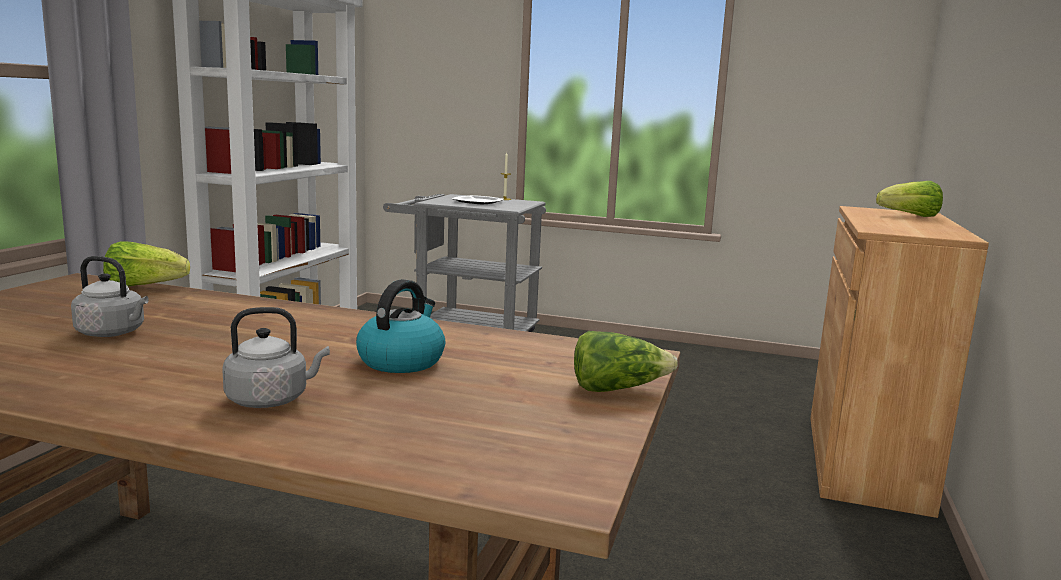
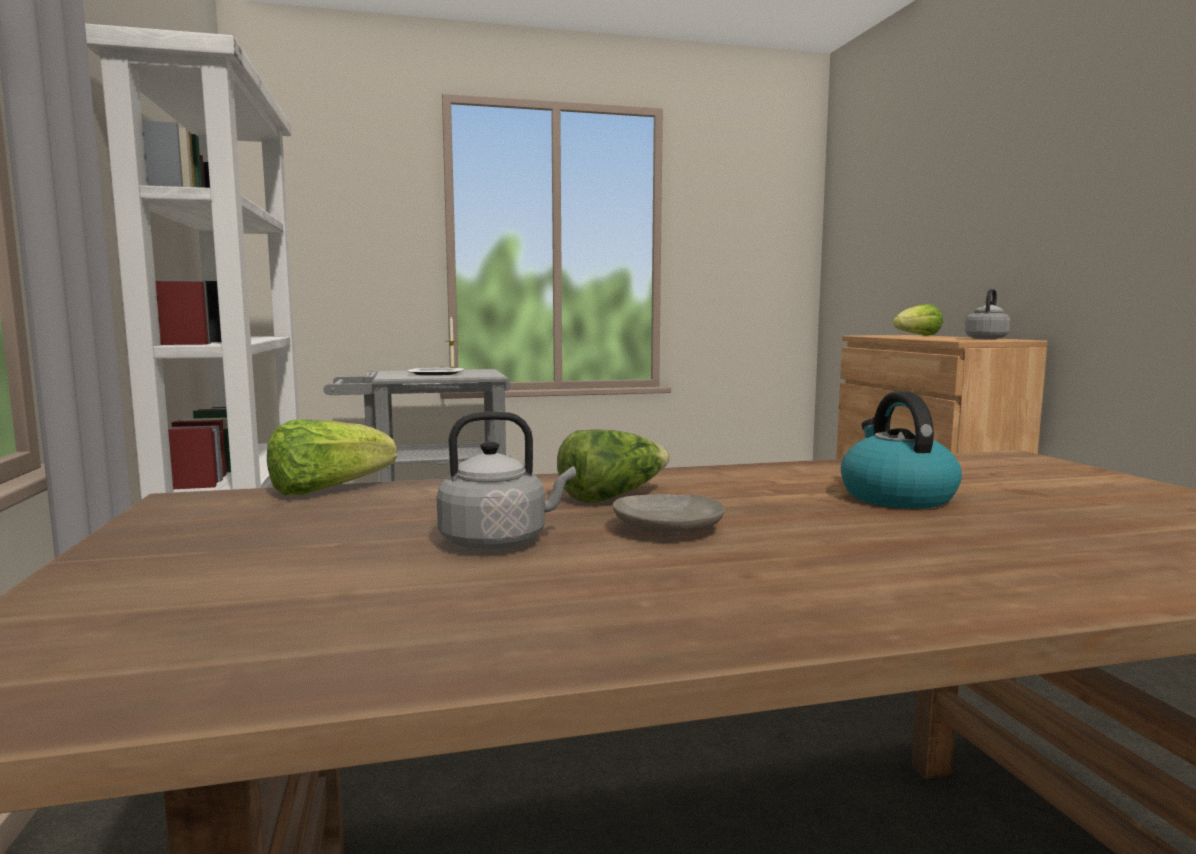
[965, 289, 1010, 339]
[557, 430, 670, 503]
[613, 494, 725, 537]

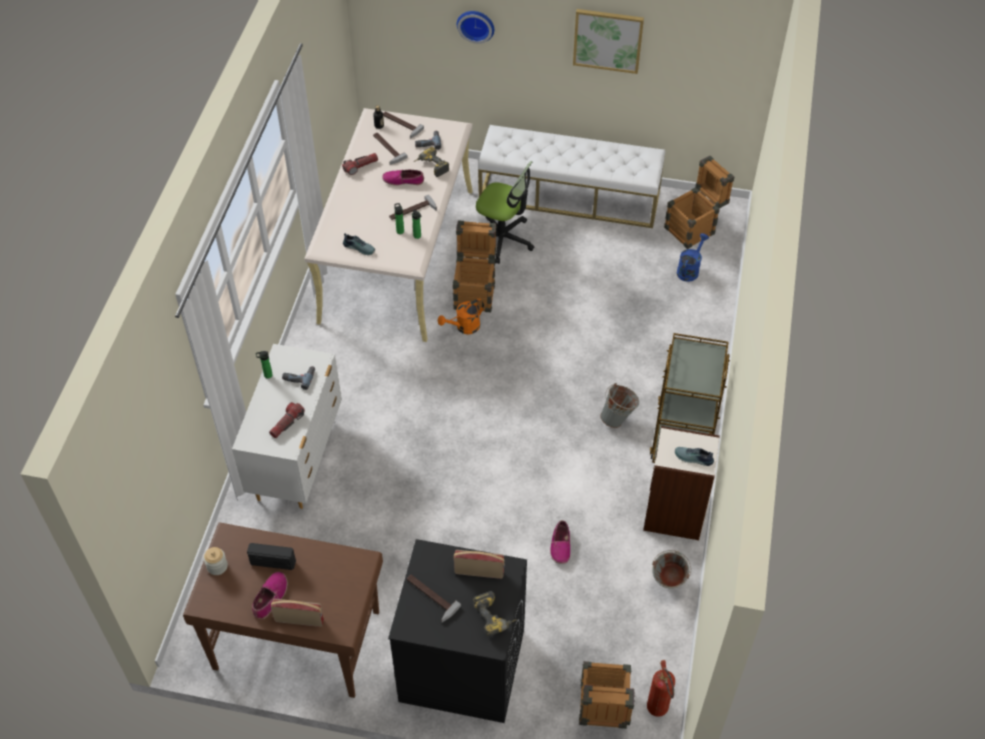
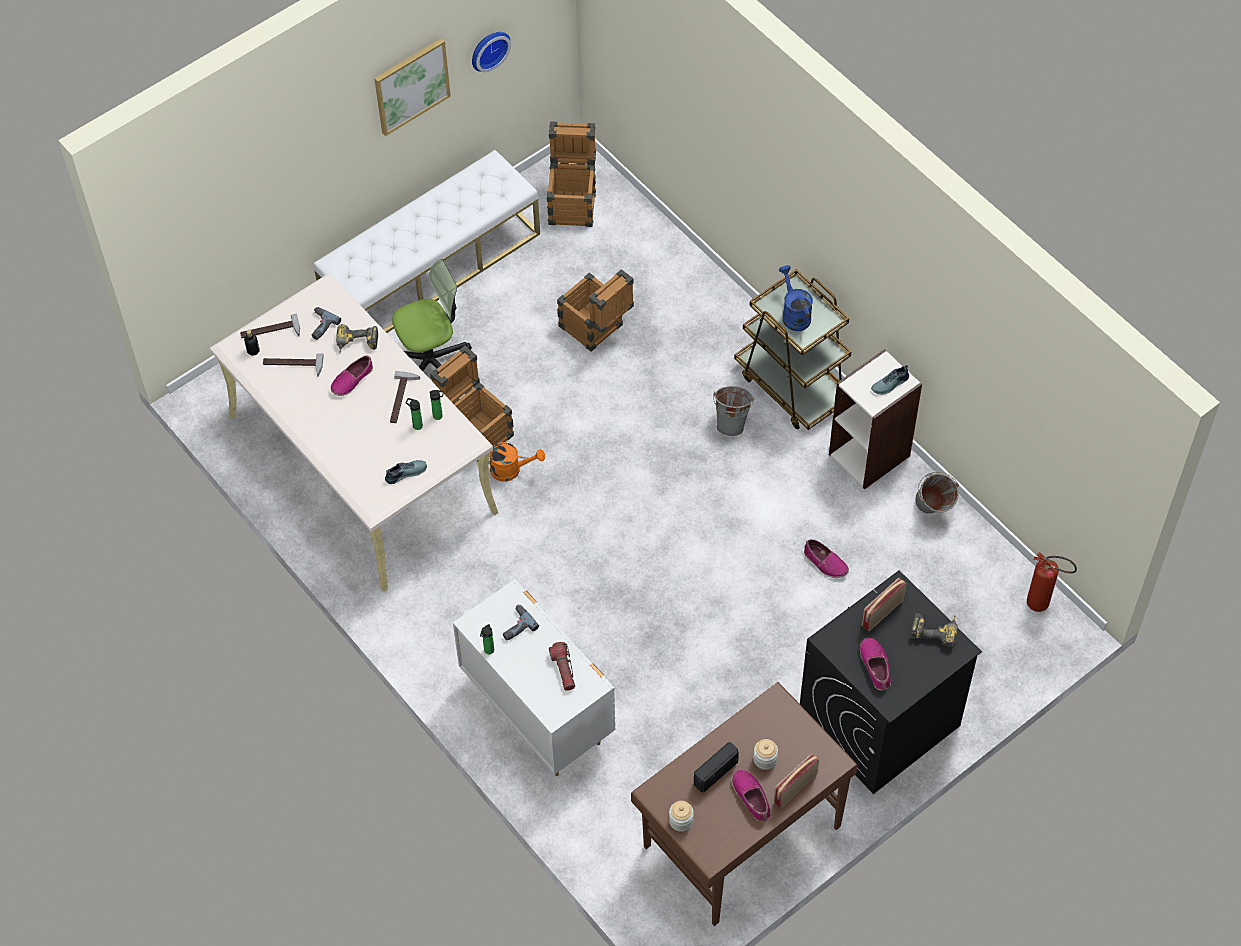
[472, 32, 511, 72]
[342, 153, 378, 175] (first image)
[779, 265, 813, 331]
[489, 442, 545, 482]
[860, 638, 891, 691]
[557, 269, 634, 352]
[753, 739, 778, 770]

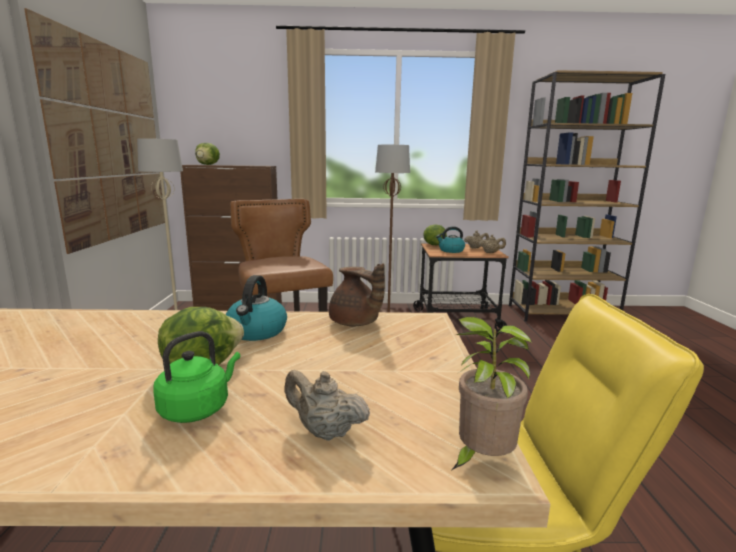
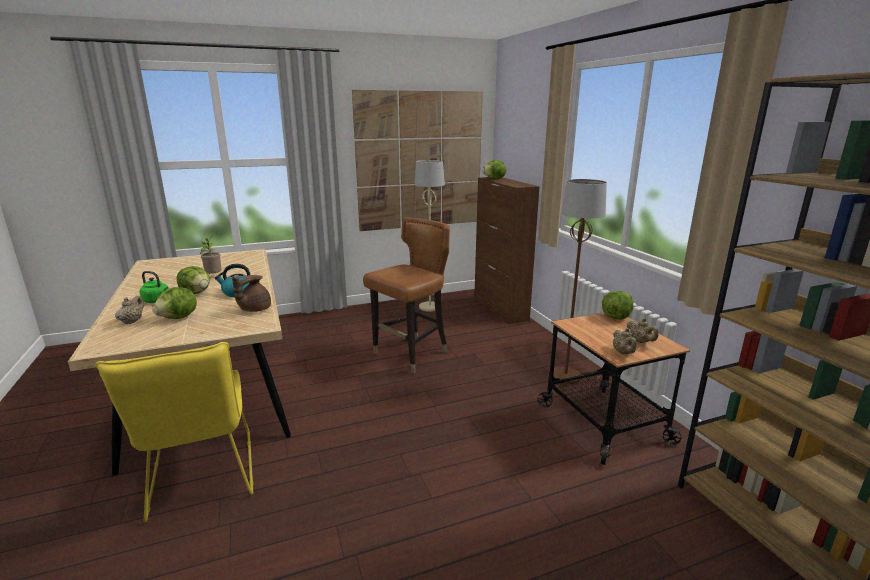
[436, 226, 465, 253] (first image)
[200, 235, 222, 275]
[152, 287, 197, 319]

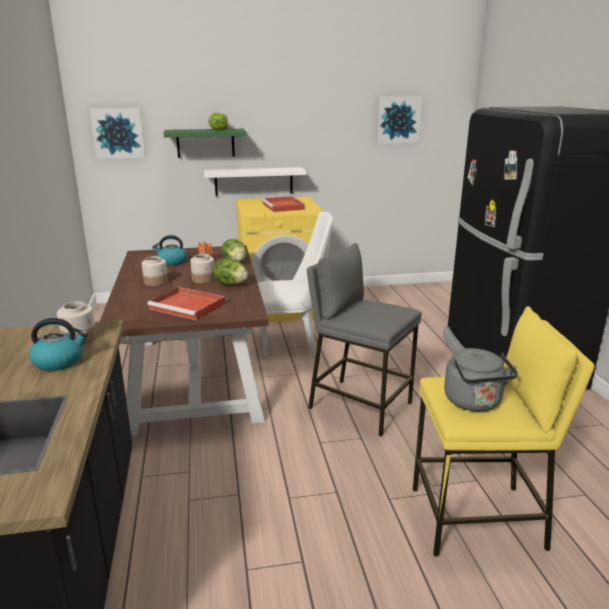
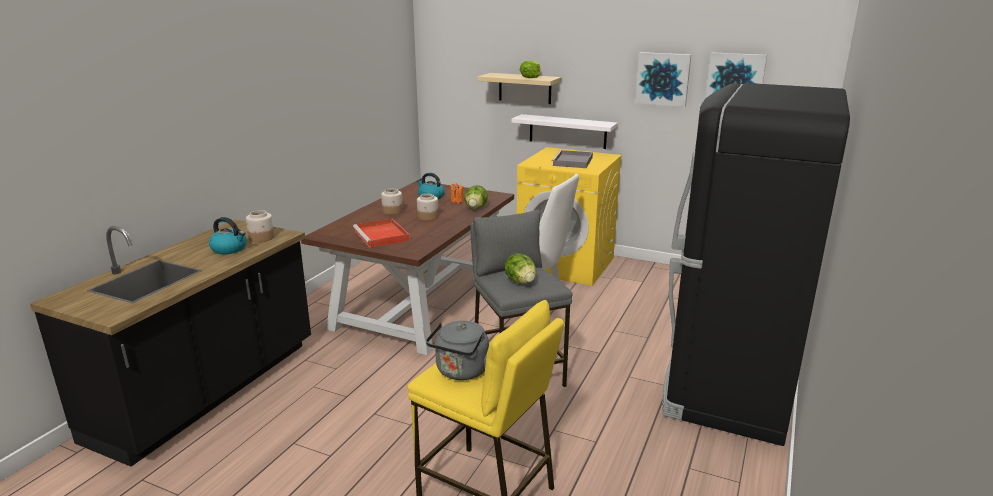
[635, 52, 691, 107]
[477, 73, 561, 104]
[551, 150, 593, 168]
[505, 253, 536, 284]

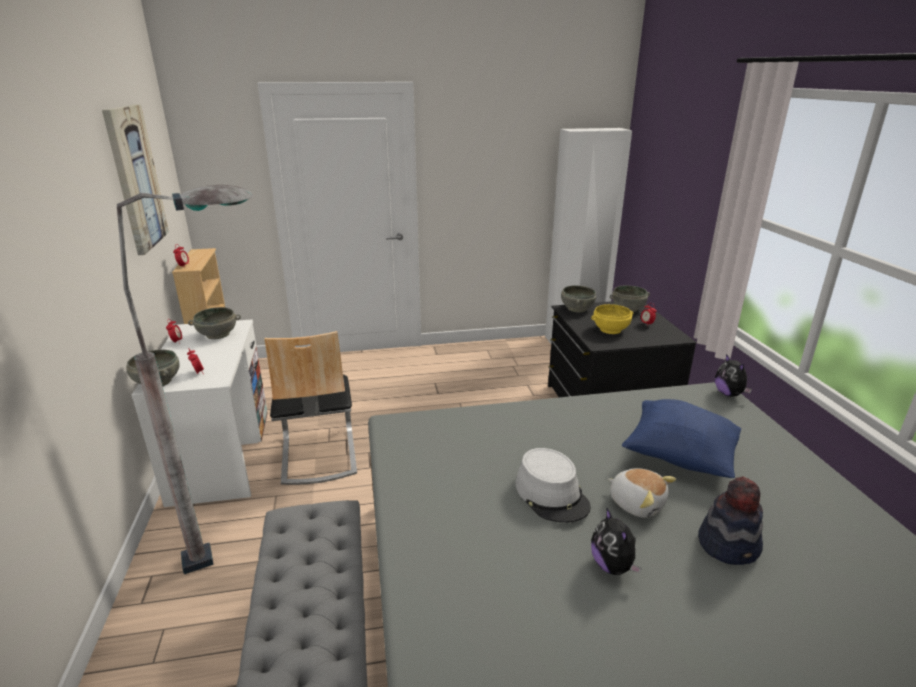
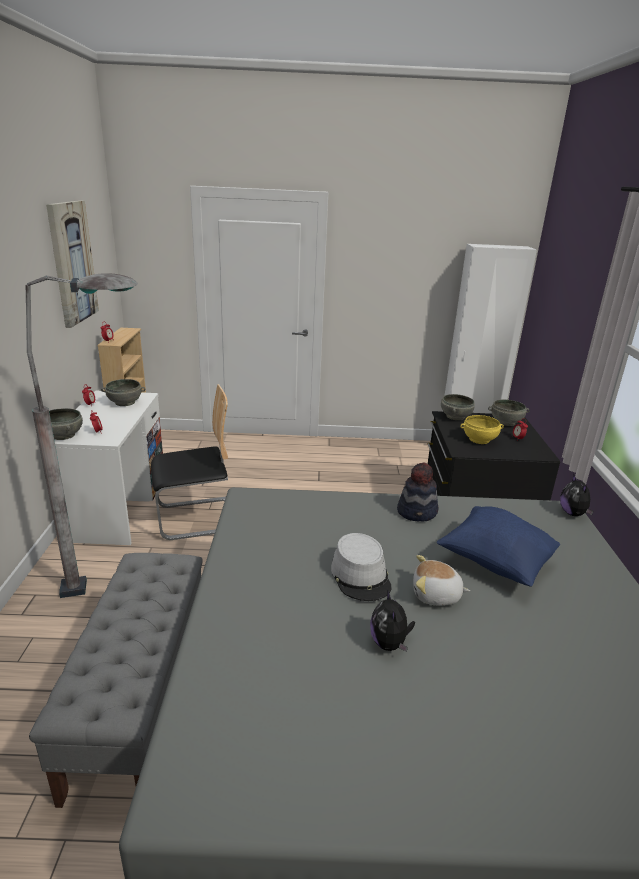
[151, 384, 228, 540]
[413, 555, 470, 606]
[397, 462, 438, 522]

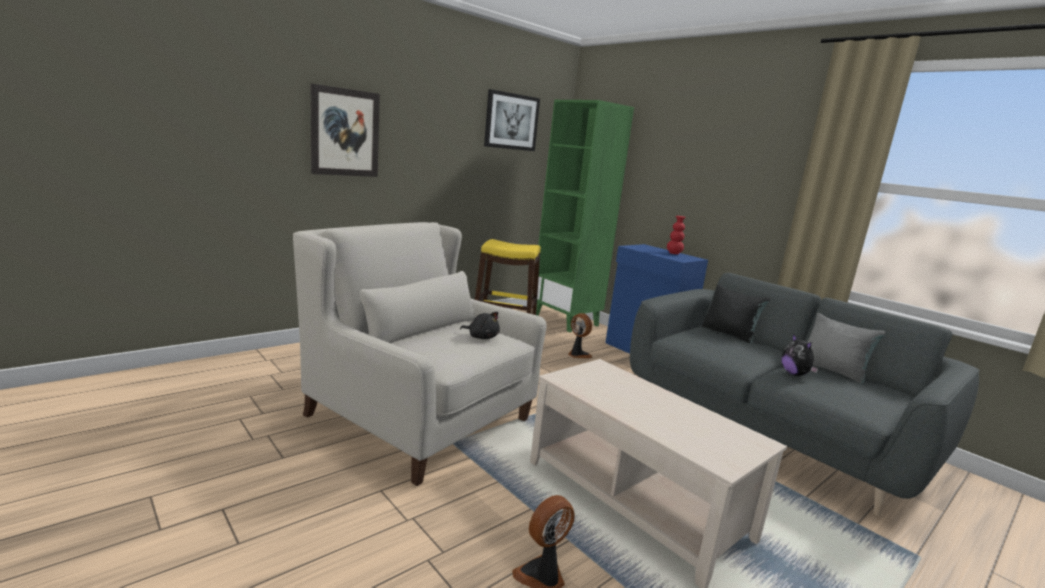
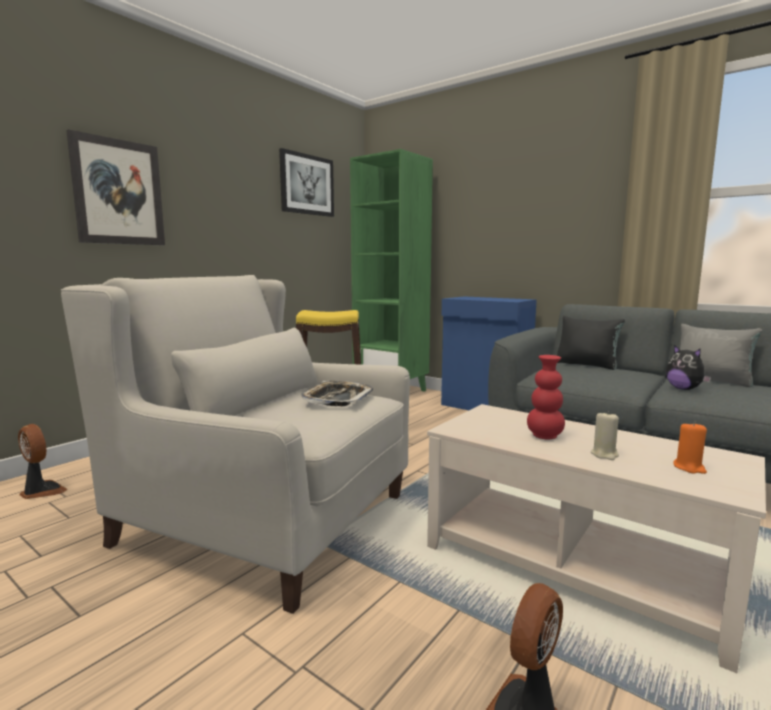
[527, 355, 565, 439]
[301, 381, 373, 406]
[18, 424, 68, 499]
[591, 411, 619, 460]
[673, 421, 707, 474]

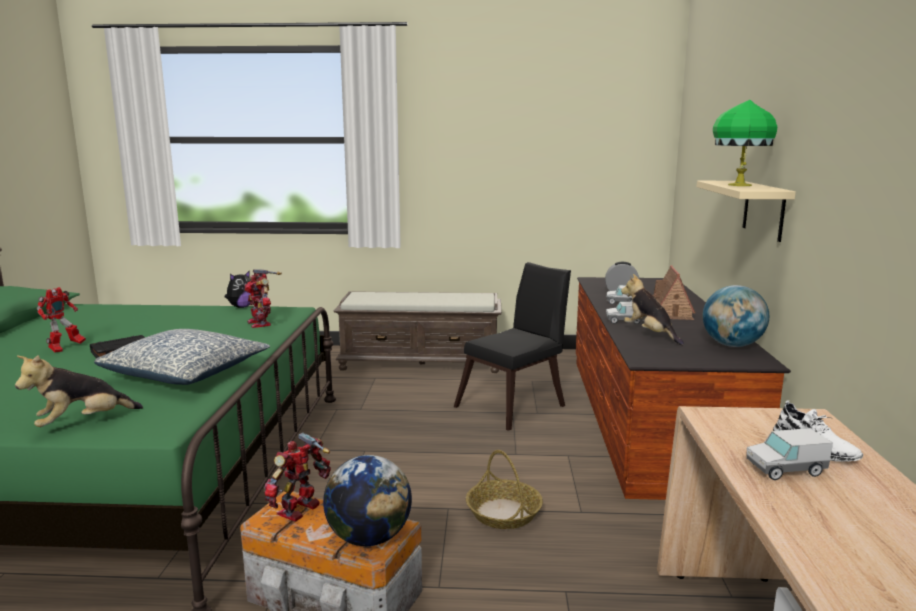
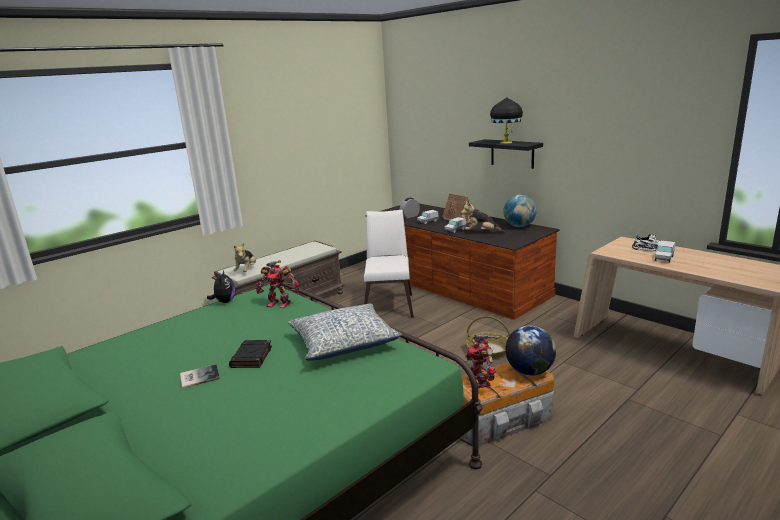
[490, 98, 523, 144]
[469, 139, 543, 169]
[364, 210, 414, 318]
[180, 364, 220, 389]
[233, 243, 256, 272]

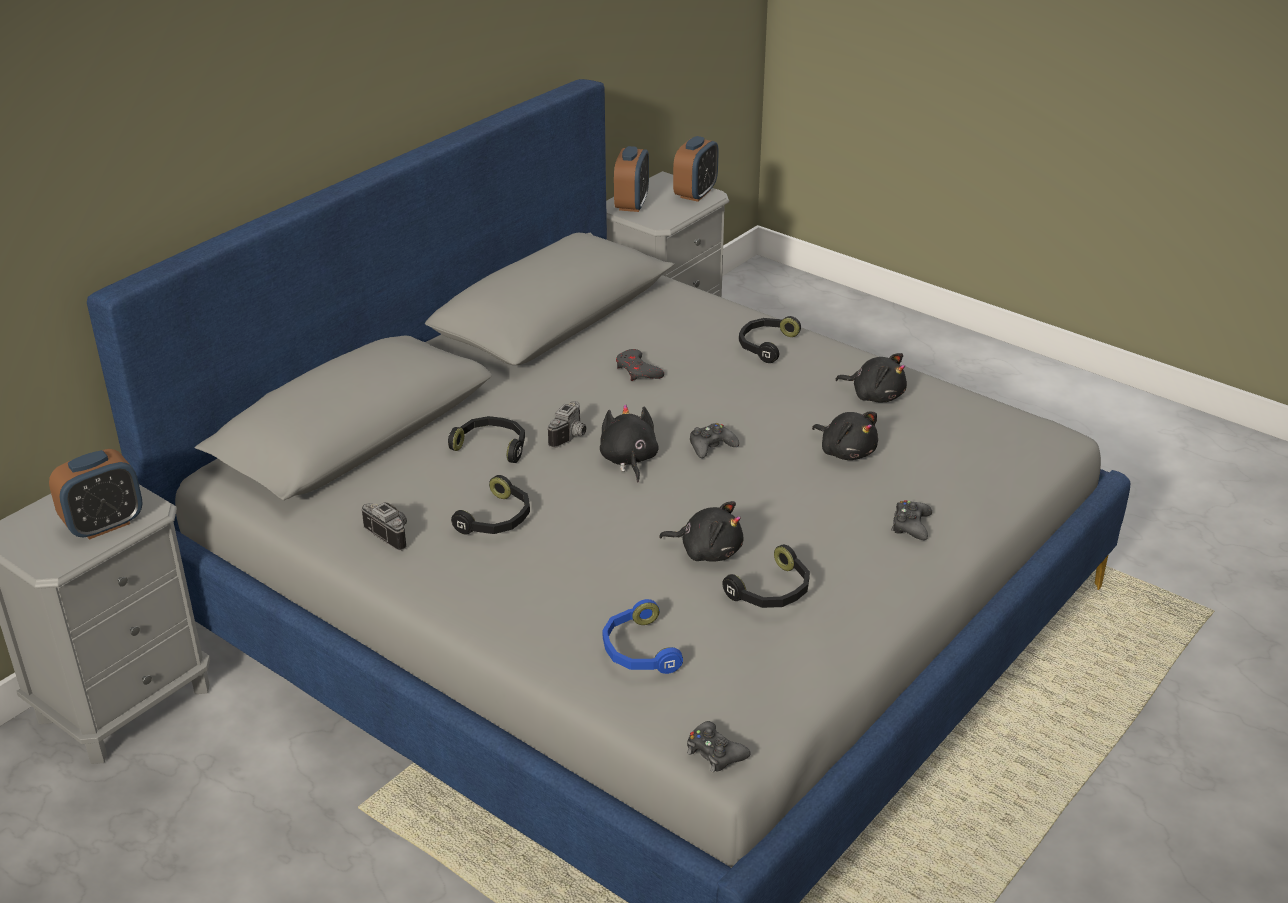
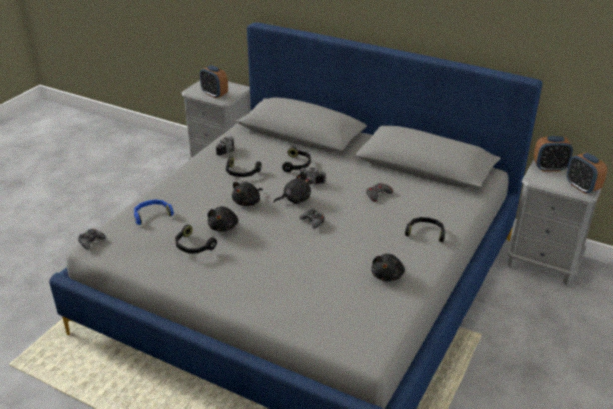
[567, 153, 607, 194]
[232, 182, 263, 206]
[891, 500, 932, 540] (first image)

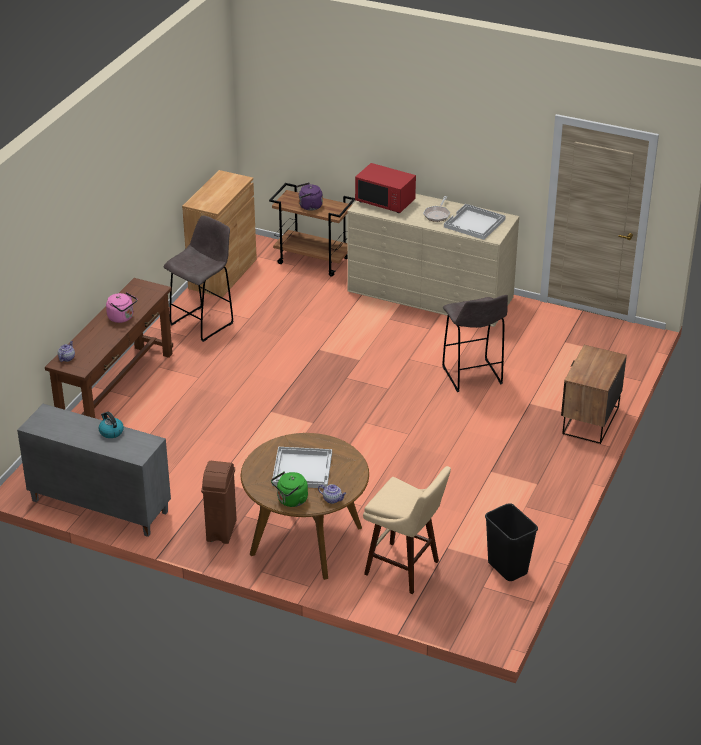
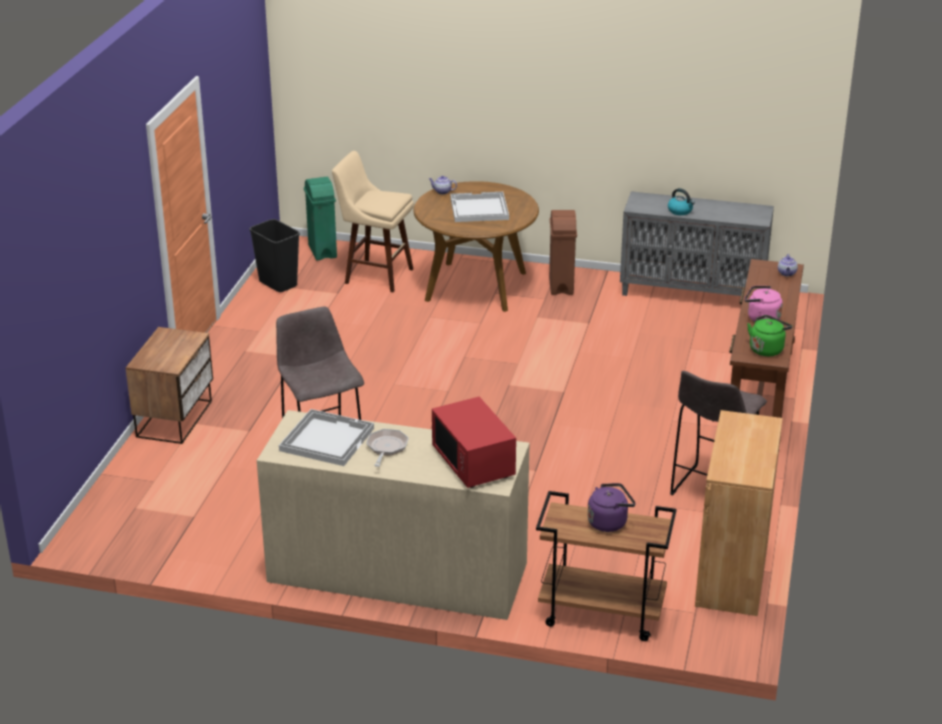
[432, 397, 516, 488]
[747, 315, 792, 356]
[304, 177, 337, 260]

